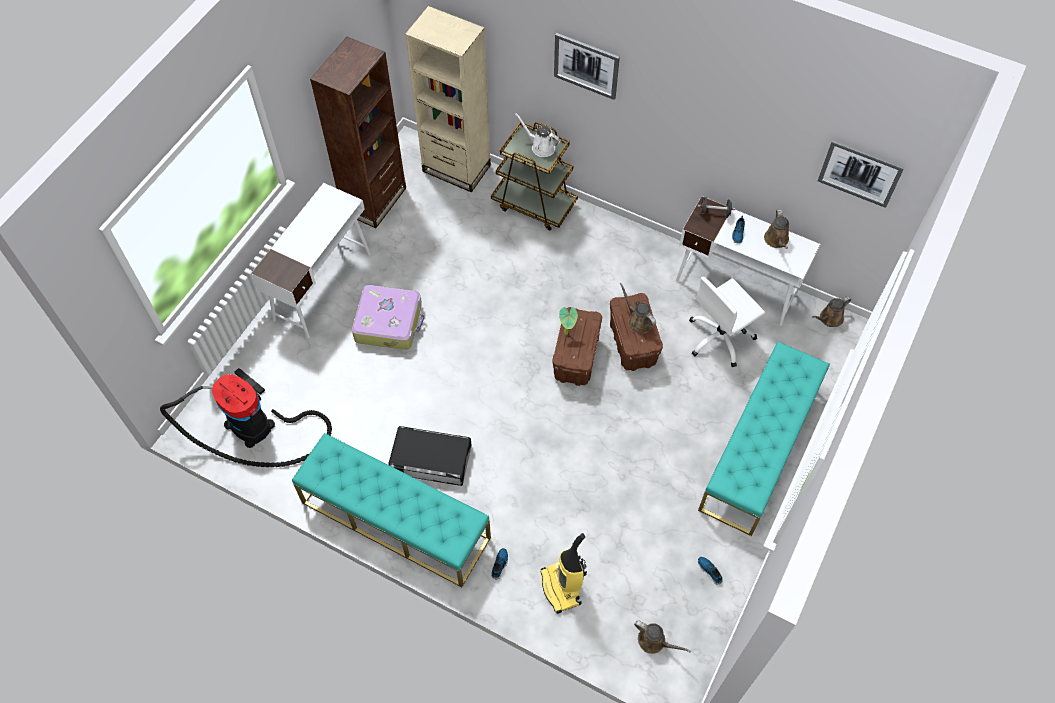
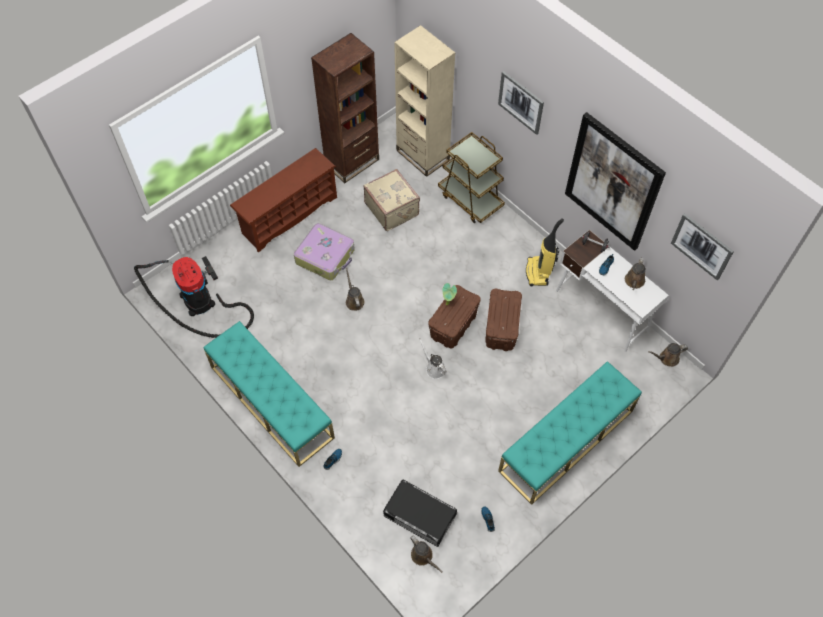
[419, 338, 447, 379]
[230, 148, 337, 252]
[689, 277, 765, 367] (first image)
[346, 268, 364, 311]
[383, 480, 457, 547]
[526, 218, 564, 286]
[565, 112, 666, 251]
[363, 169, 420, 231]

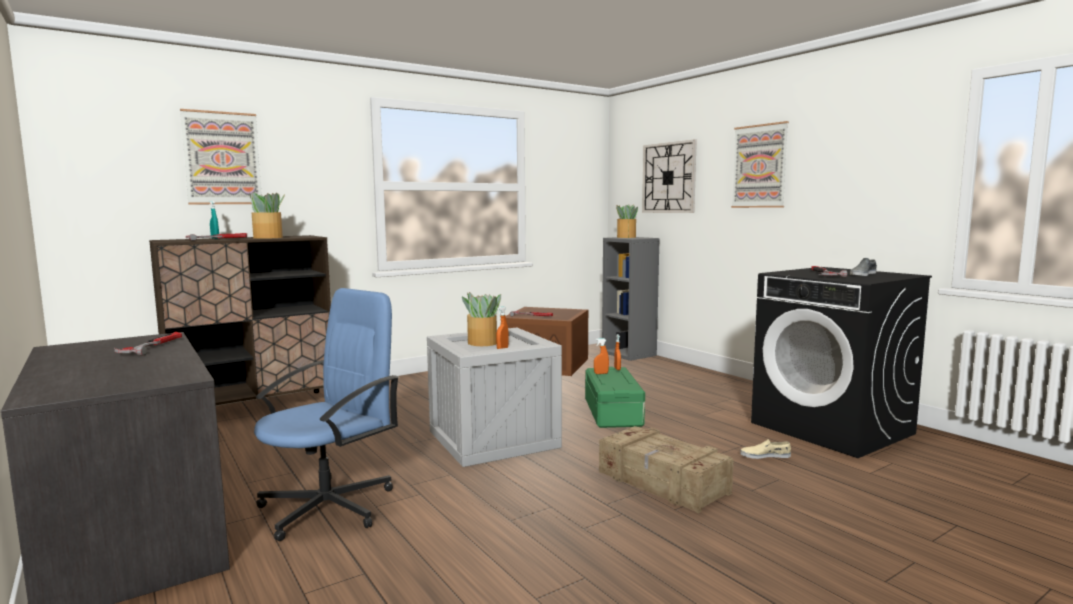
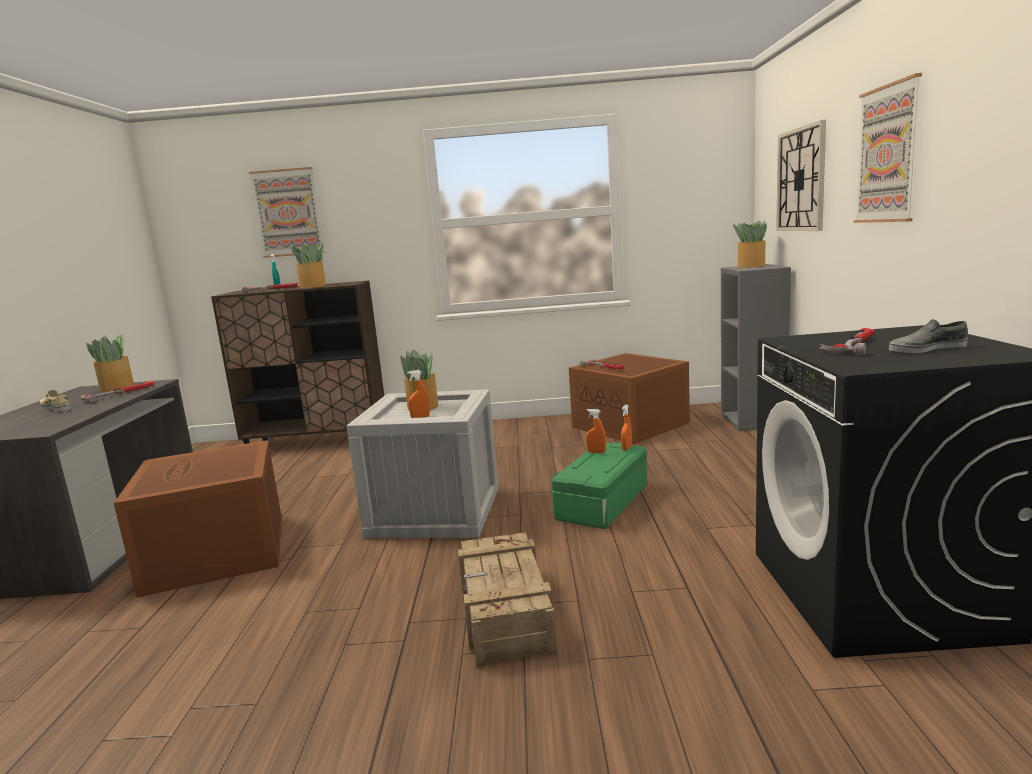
[114, 440, 282, 597]
[40, 390, 70, 412]
[85, 334, 134, 392]

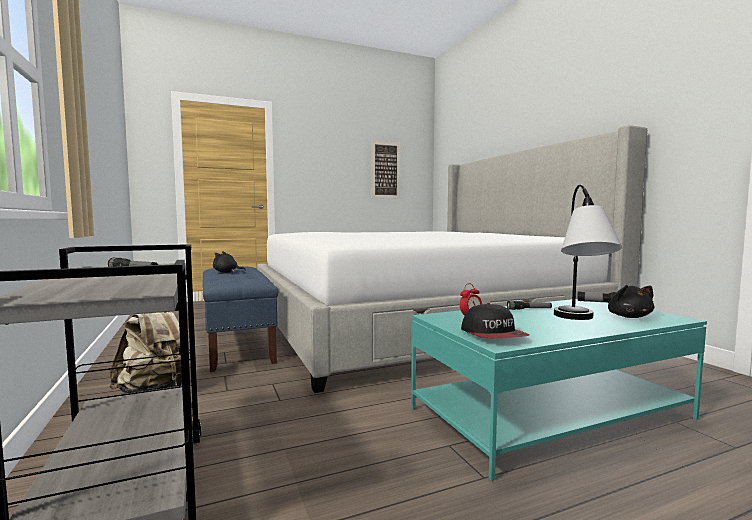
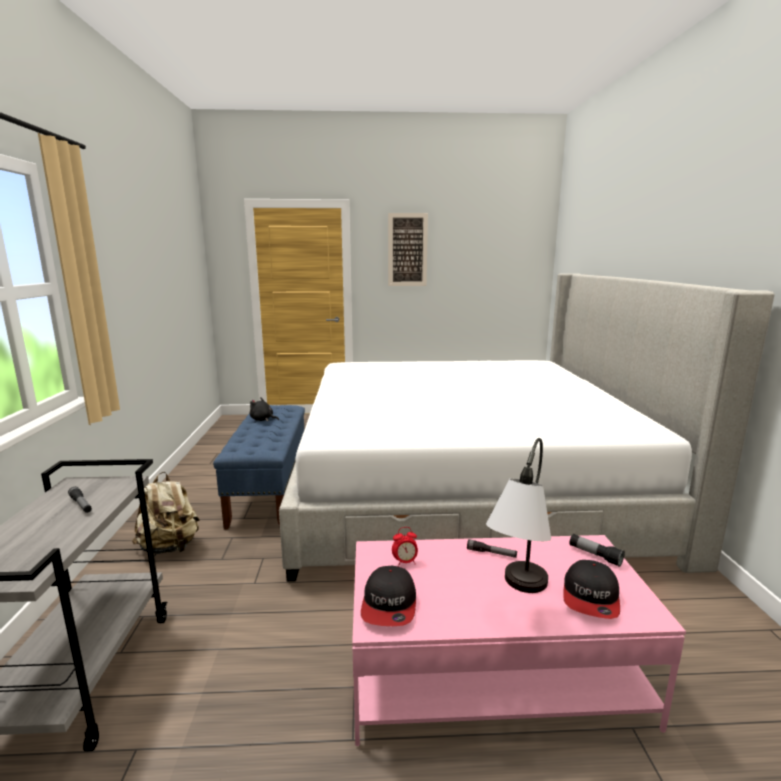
[388, 213, 428, 286]
[563, 560, 620, 619]
[352, 535, 686, 746]

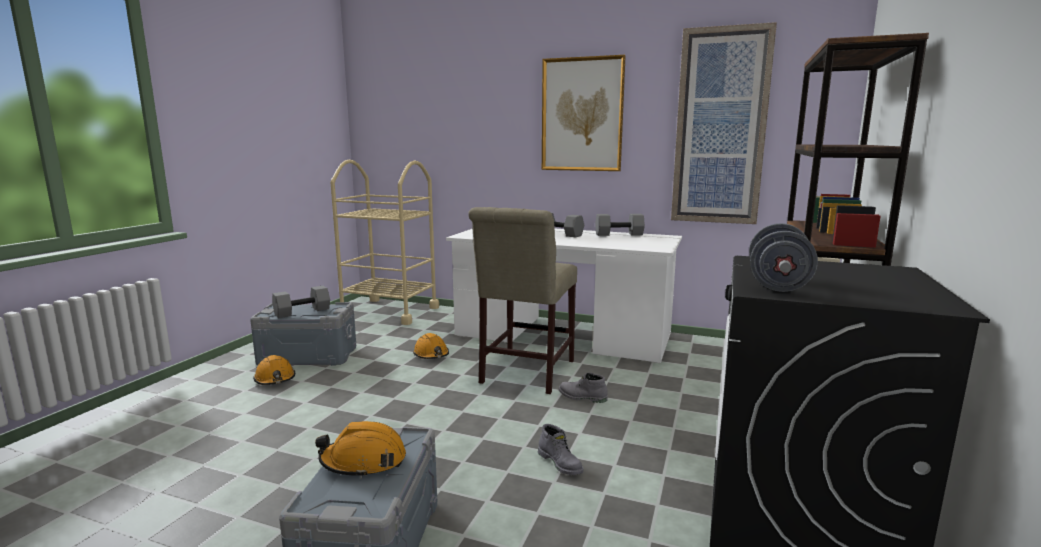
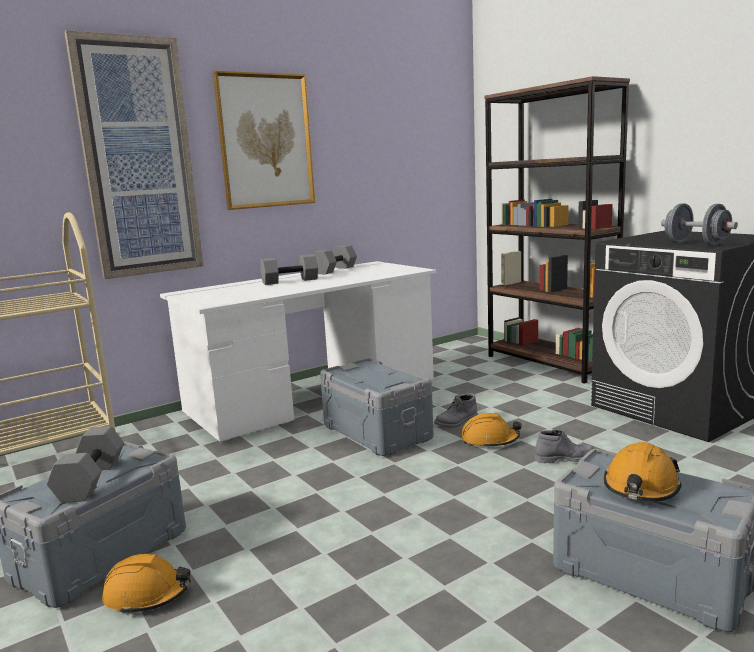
[64, 30, 203, 279]
[320, 358, 434, 456]
[461, 413, 521, 449]

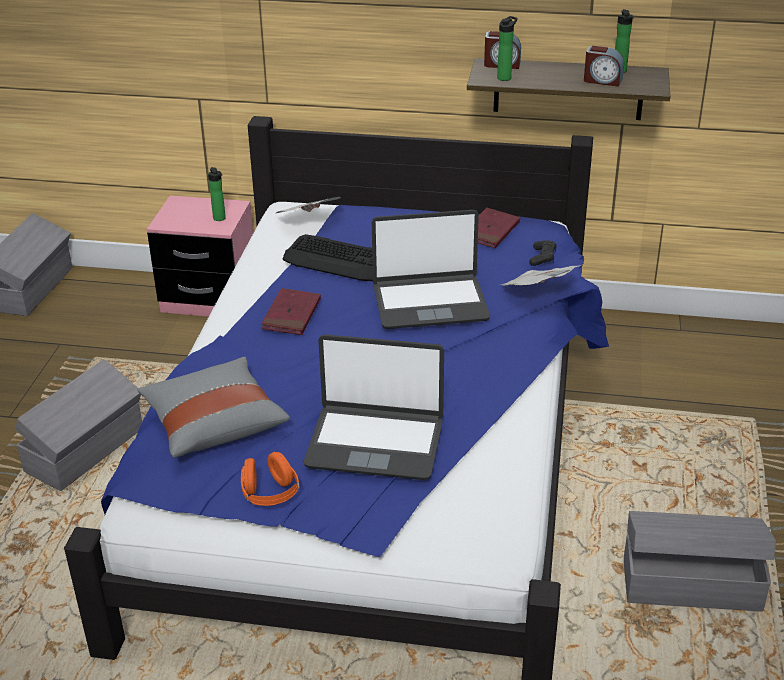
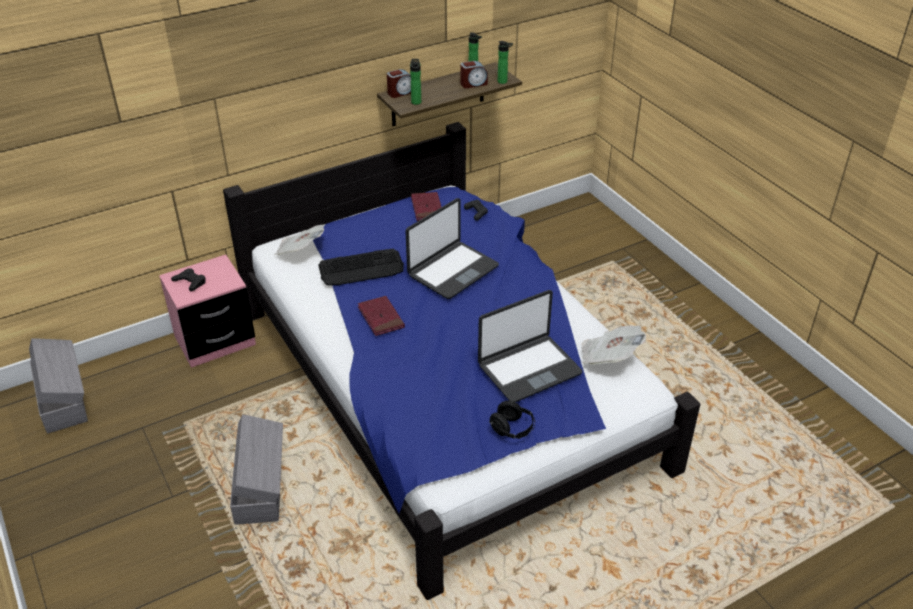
[498, 41, 513, 84]
[581, 325, 646, 365]
[137, 357, 290, 458] (first image)
[489, 401, 535, 439]
[624, 511, 776, 611] (first image)
[171, 268, 206, 291]

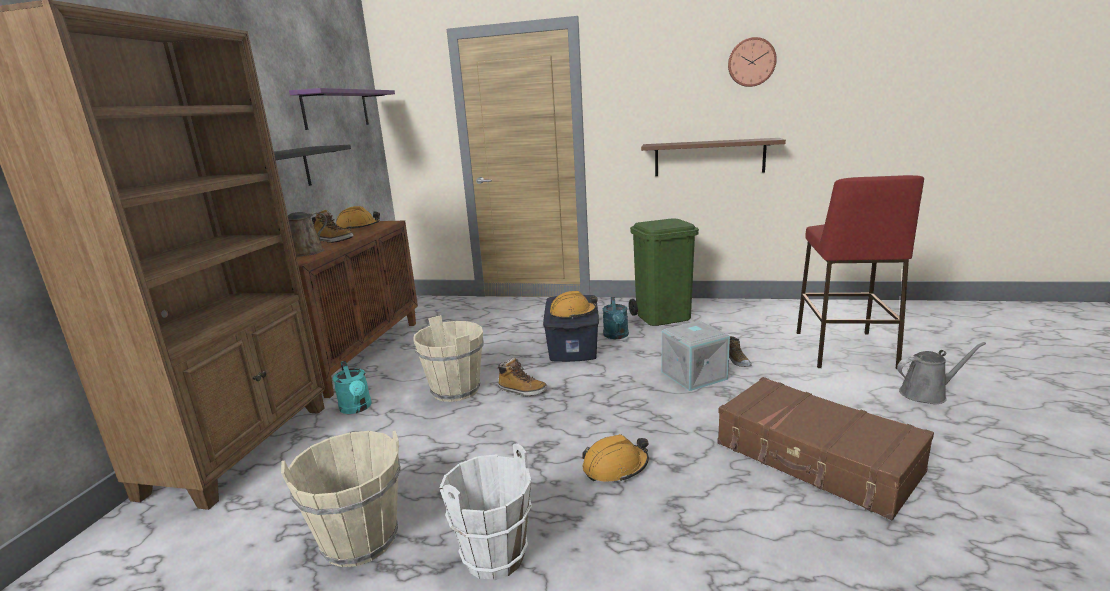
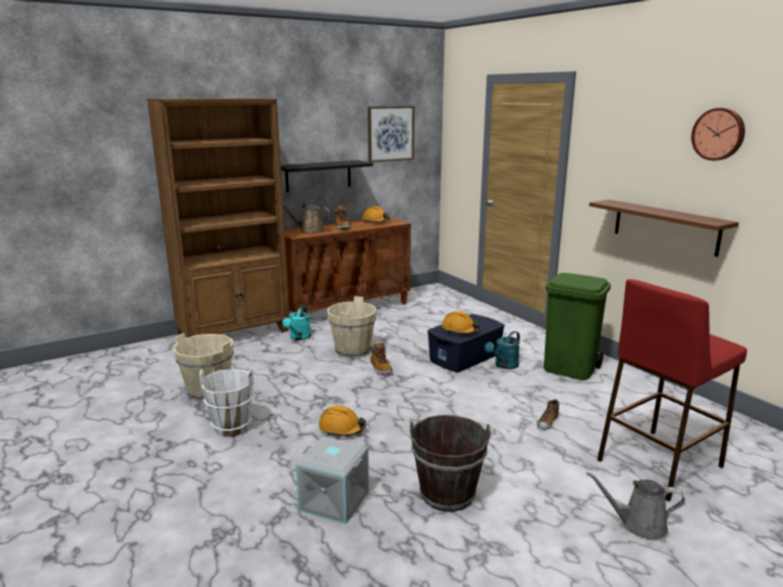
[368, 106, 415, 163]
[296, 436, 369, 524]
[586, 472, 685, 541]
[410, 415, 491, 512]

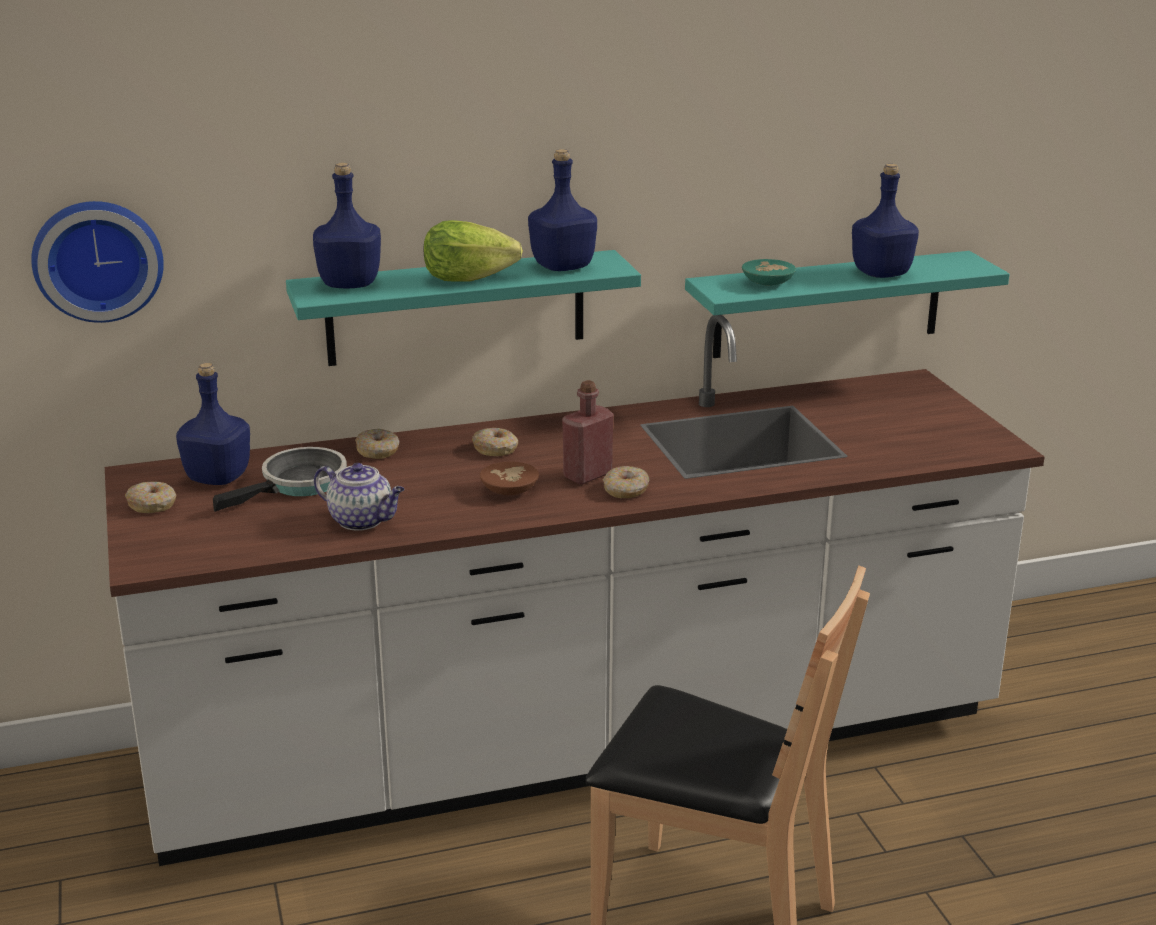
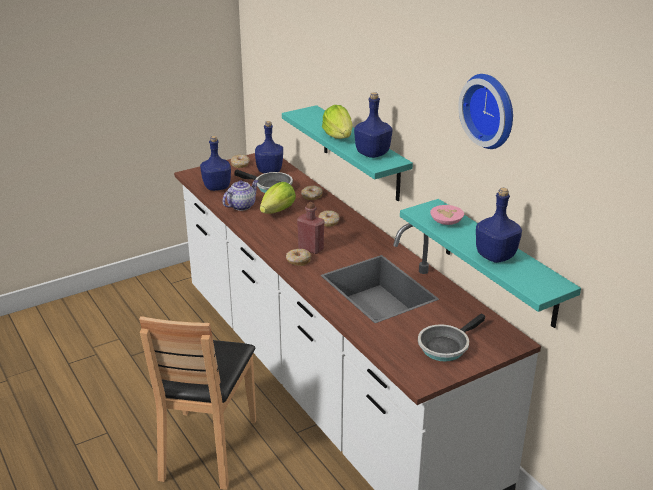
[200, 136, 231, 191]
[458, 74, 513, 149]
[430, 205, 464, 225]
[480, 462, 539, 495] (first image)
[223, 180, 259, 211]
[260, 182, 296, 214]
[418, 313, 485, 362]

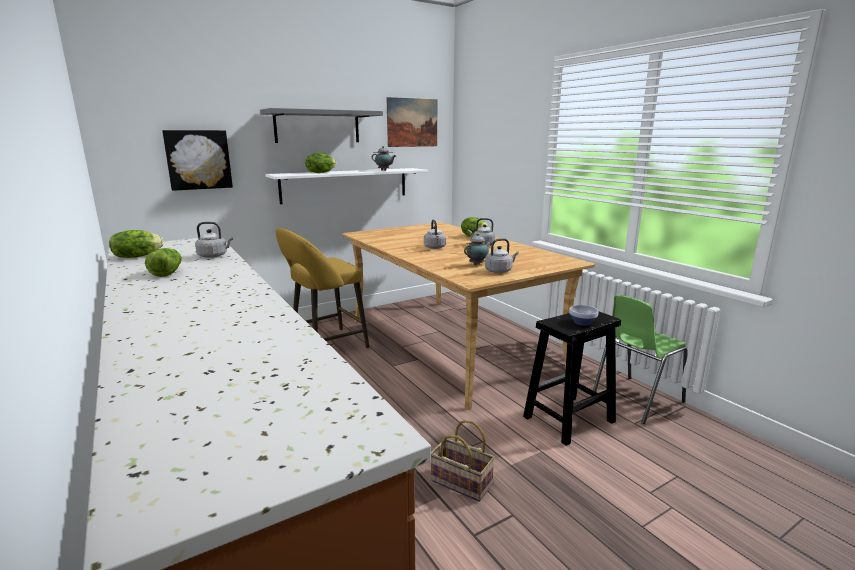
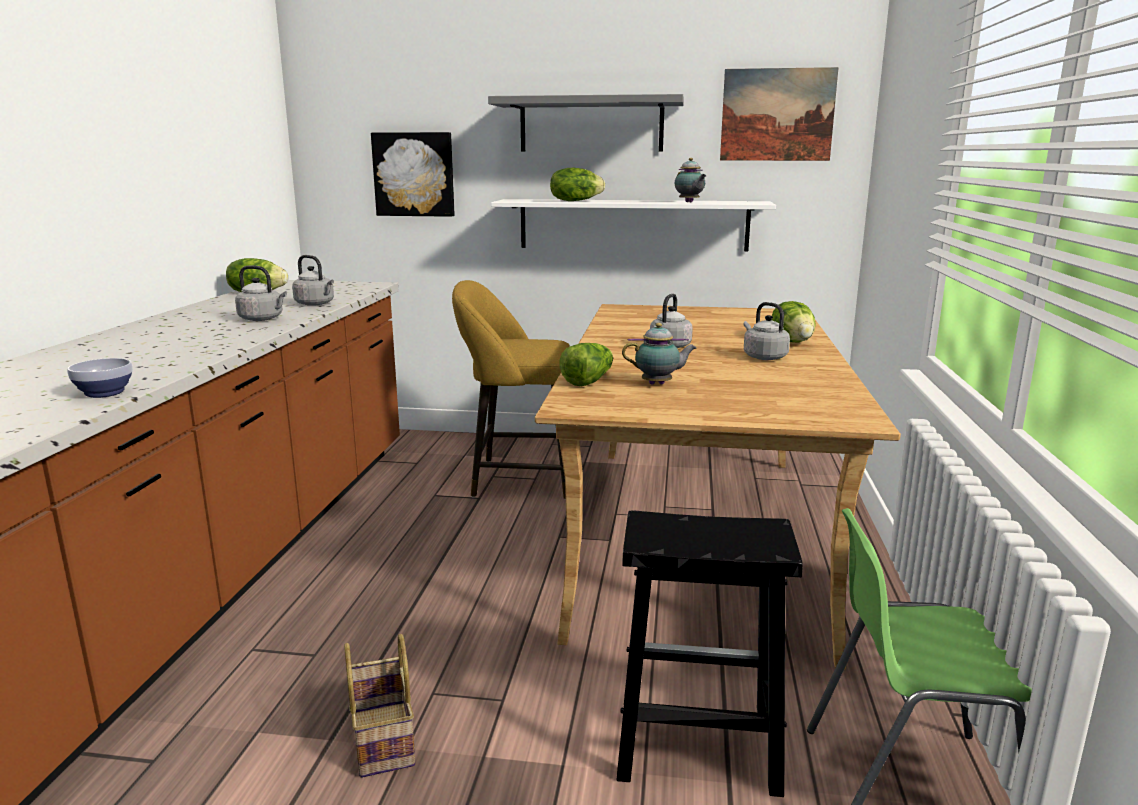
[235, 265, 287, 321]
[559, 343, 613, 386]
[67, 358, 133, 398]

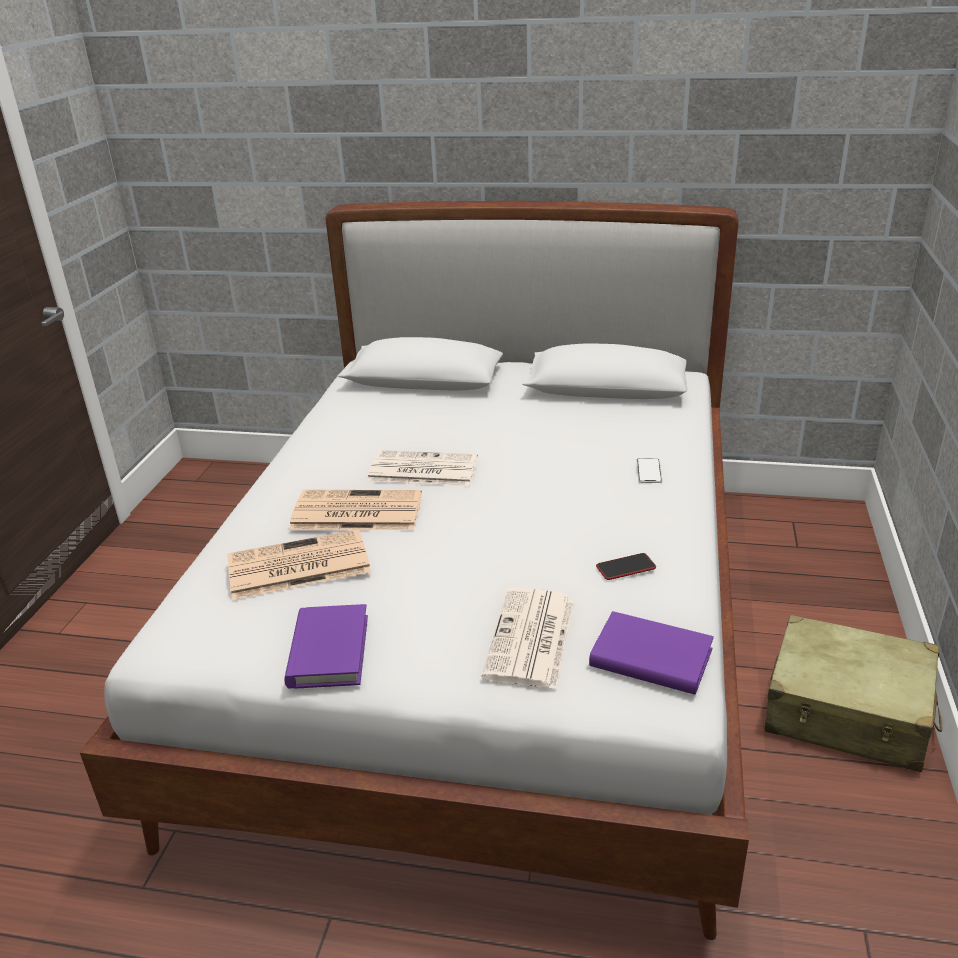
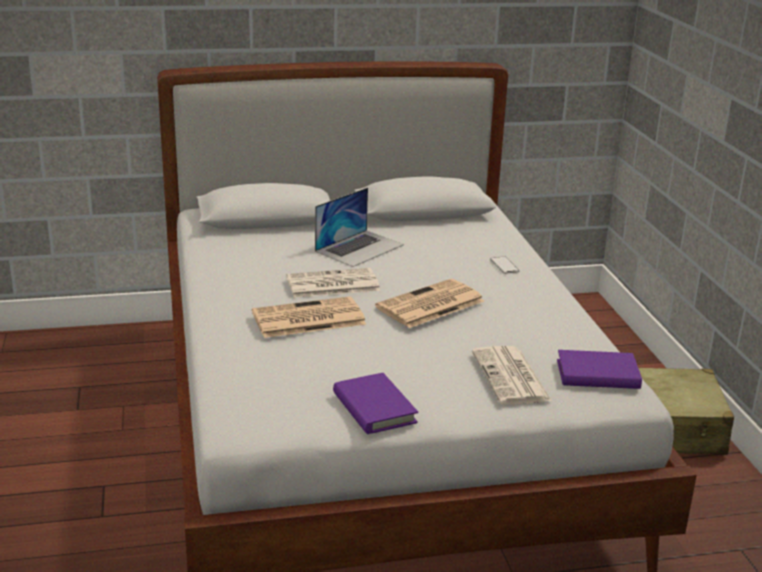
[375, 279, 484, 328]
[596, 553, 656, 580] (first image)
[315, 187, 404, 267]

